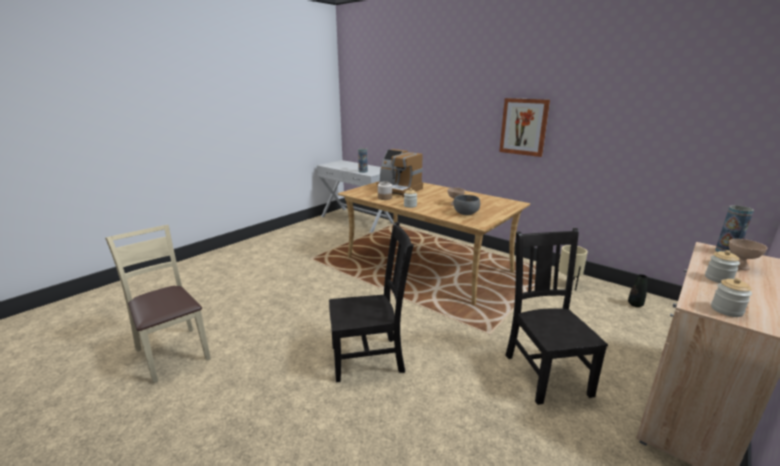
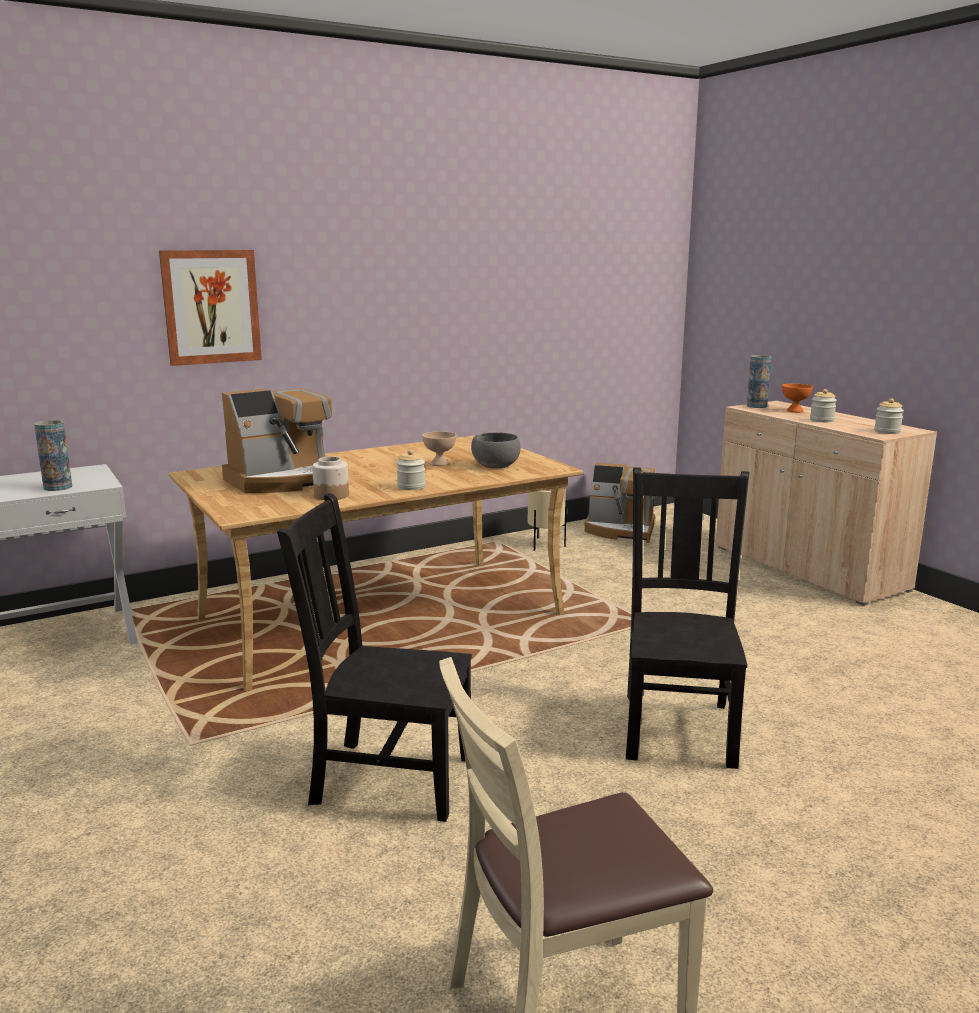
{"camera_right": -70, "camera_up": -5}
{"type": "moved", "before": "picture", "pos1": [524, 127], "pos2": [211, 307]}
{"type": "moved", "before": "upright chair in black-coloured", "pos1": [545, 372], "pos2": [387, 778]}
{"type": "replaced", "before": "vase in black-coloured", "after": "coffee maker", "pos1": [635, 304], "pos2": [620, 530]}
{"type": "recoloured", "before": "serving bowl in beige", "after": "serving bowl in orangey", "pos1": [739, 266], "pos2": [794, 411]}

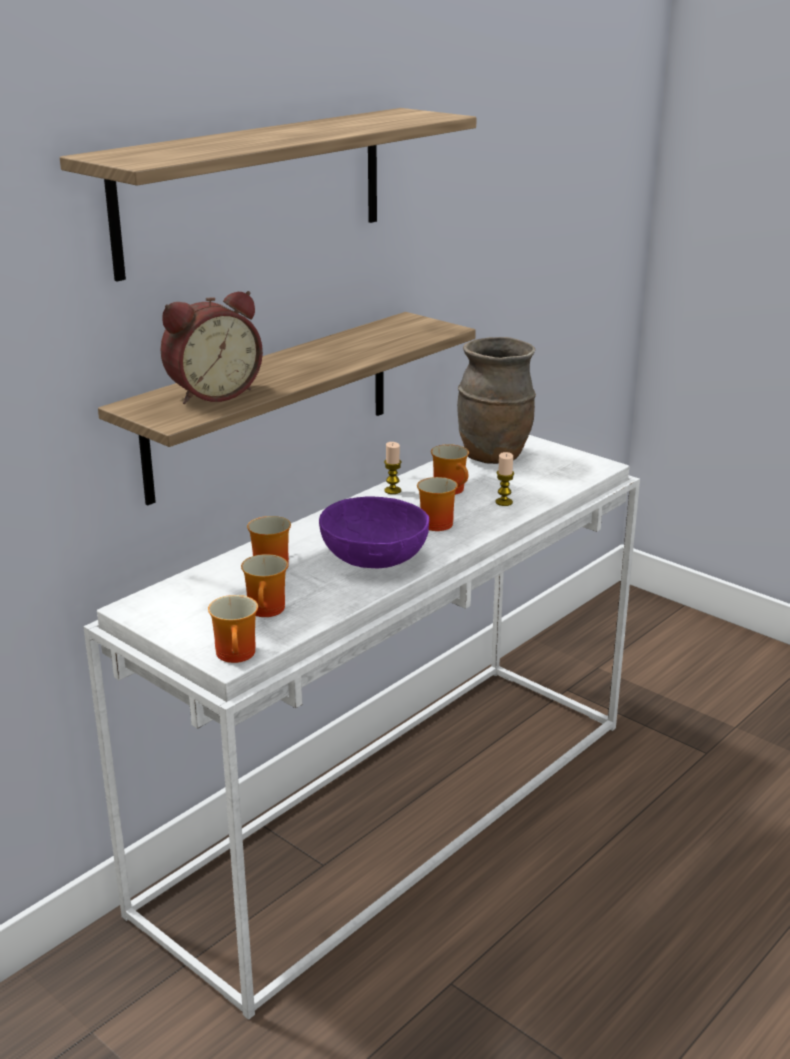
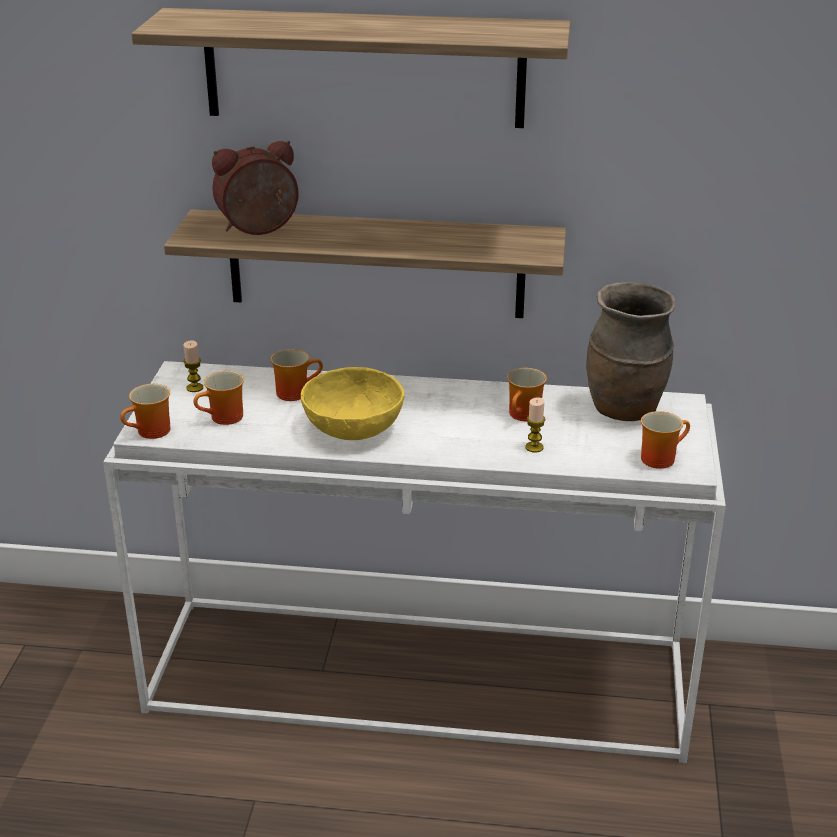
{"camera_right": 55, "camera_up": 5}
{"type": "moved", "before": "wax light", "pos1": [392, 490], "pos2": [195, 388]}
{"type": "moved", "before": "coffee mug", "pos1": [434, 522], "pos2": [659, 457]}
{"type": "recoloured", "before": "serving bowl in purplish", "after": "serving bowl in yellowish", "pos1": [374, 559], "pos2": [353, 428]}
{"type": "turned", "before": "alarm clock", "pos1": [212, 393], "pos2": [259, 230], "turn": 135}

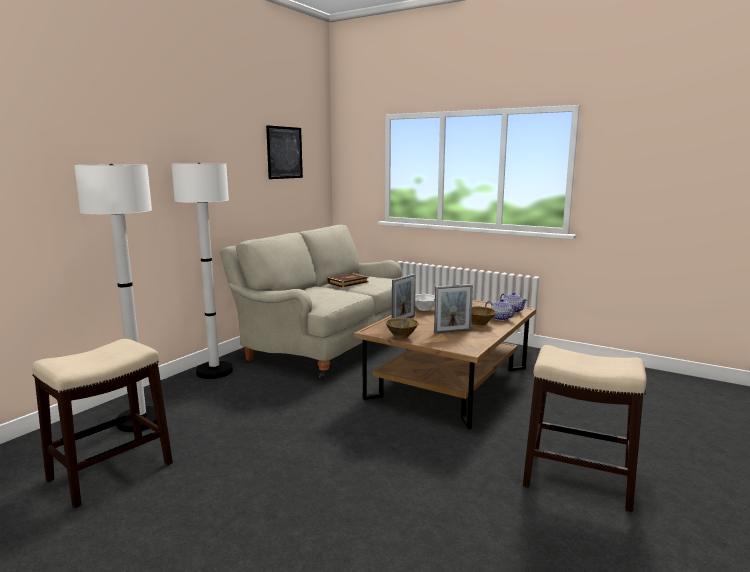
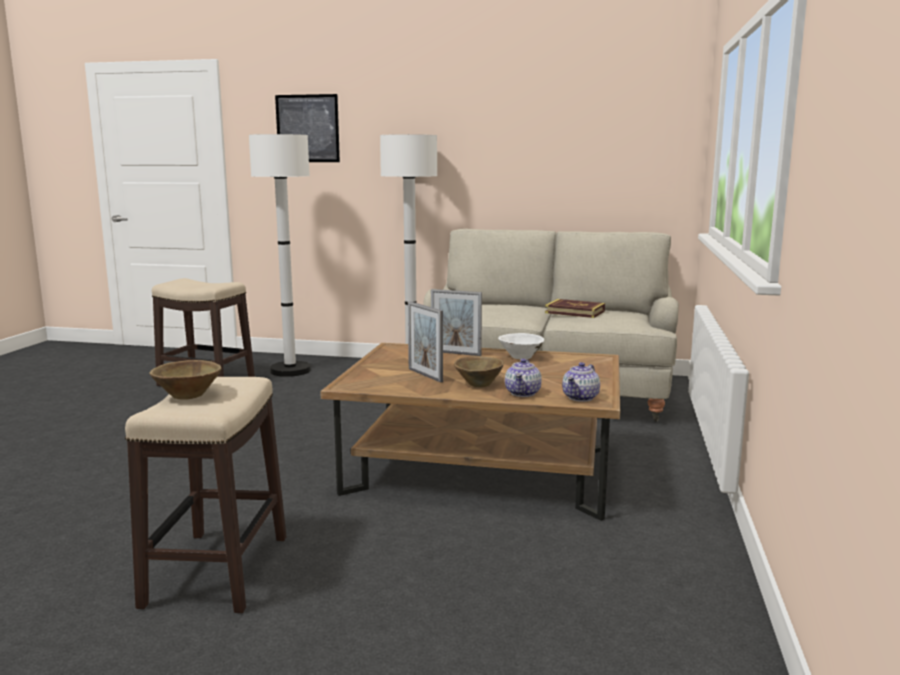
{"camera_right": 70, "camera_up": 0}
{"type": "moved", "before": "picture", "pos1": [284, 152], "pos2": [307, 128]}
{"type": "moved", "before": "serving bowl in brown-coloured", "pos1": [402, 336], "pos2": [187, 396]}

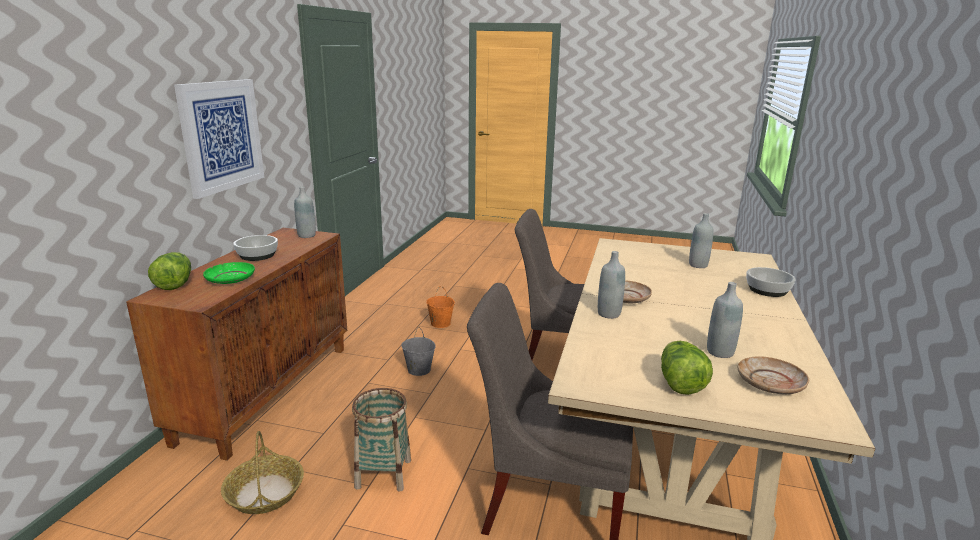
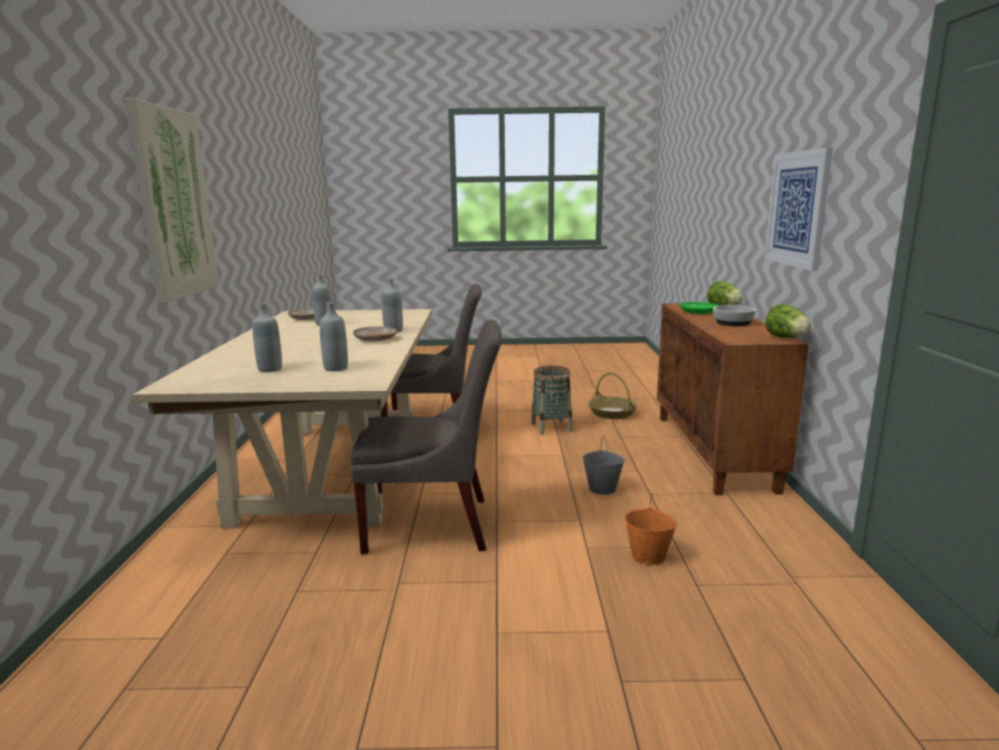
{"camera_right": 165, "camera_up": -5}
{"type": "removed", "before": "serving bowl", "pos1": [767, 290]}
{"type": "added", "after": "picture", "pos2": [174, 204]}
{"type": "moved", "before": "drink bottle in greyish", "pos1": [306, 235], "pos2": [336, 368]}
{"type": "moved", "before": "head of lettuce", "pos1": [679, 383], "pos2": [787, 338]}

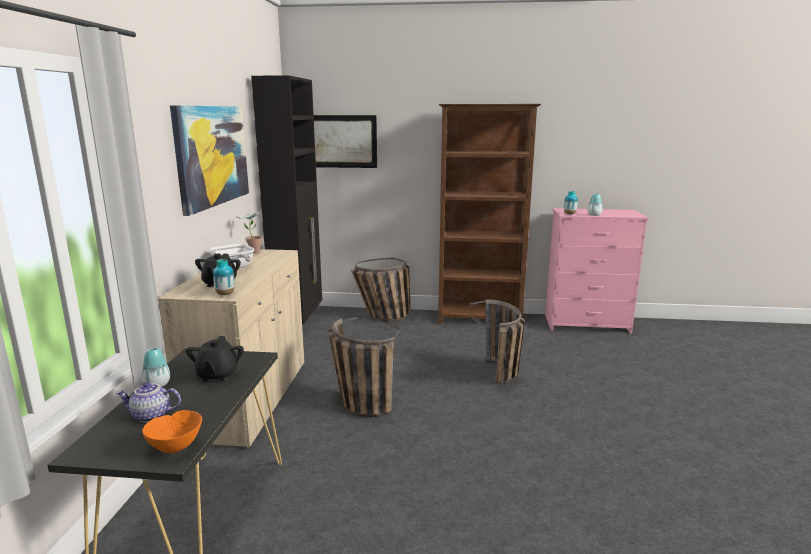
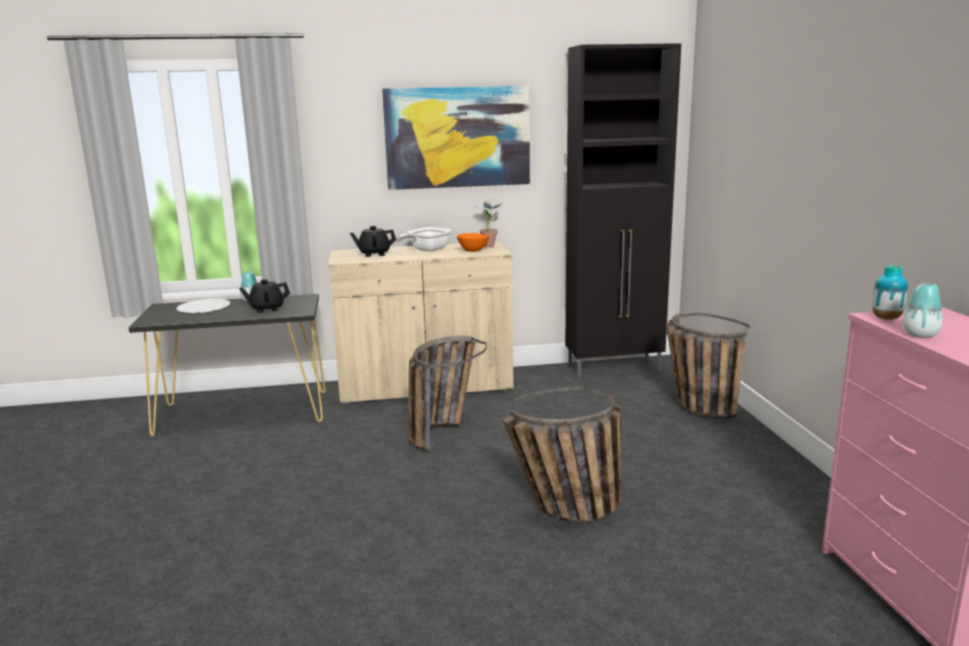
{"camera_right": 75, "camera_up": 0}
{"type": "removed", "before": "vase", "pos1": [225, 294]}
{"type": "removed", "before": "picture", "pos1": [340, 141]}
{"type": "removed", "before": "bookcase in brown-coloured", "pos1": [480, 319]}
{"type": "moved", "before": "serving bowl in orangey", "pos1": [176, 447], "pos2": [473, 251]}
{"type": "replaced", "before": "pot for tea", "after": "dinner plate in white", "pos1": [150, 416], "pos2": [203, 308]}

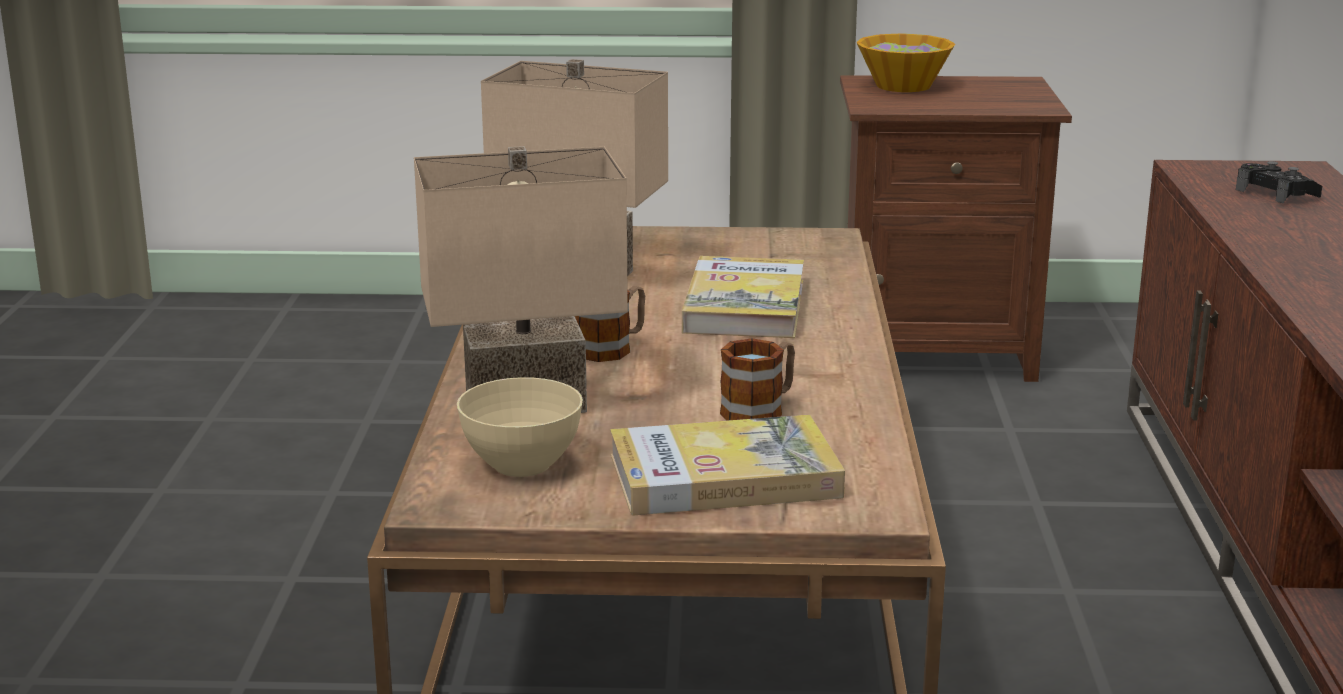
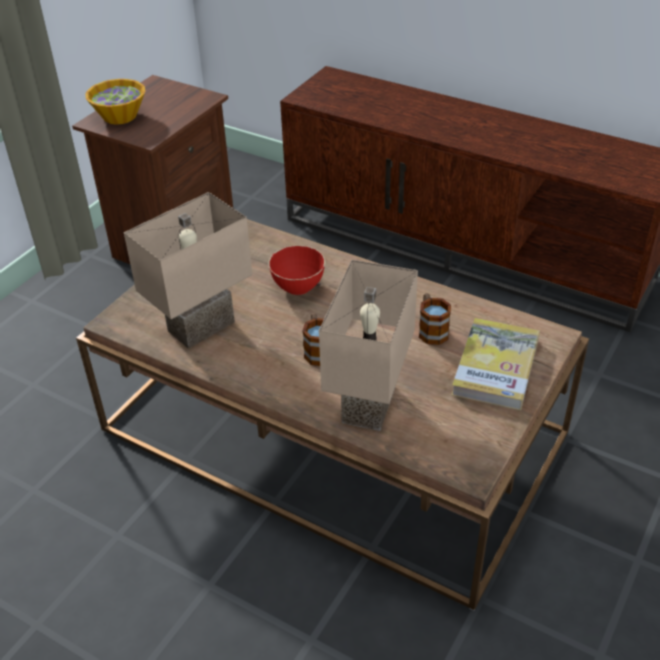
{"camera_right": -60, "camera_up": 20}
{"type": "removed", "before": "serving bowl in beige", "pos1": [522, 464]}
{"type": "removed", "before": "joypad in black-coloured", "pos1": [1275, 193]}
{"type": "replaced", "before": "book", "after": "serving bowl in red", "pos1": [744, 305], "pos2": [298, 286]}

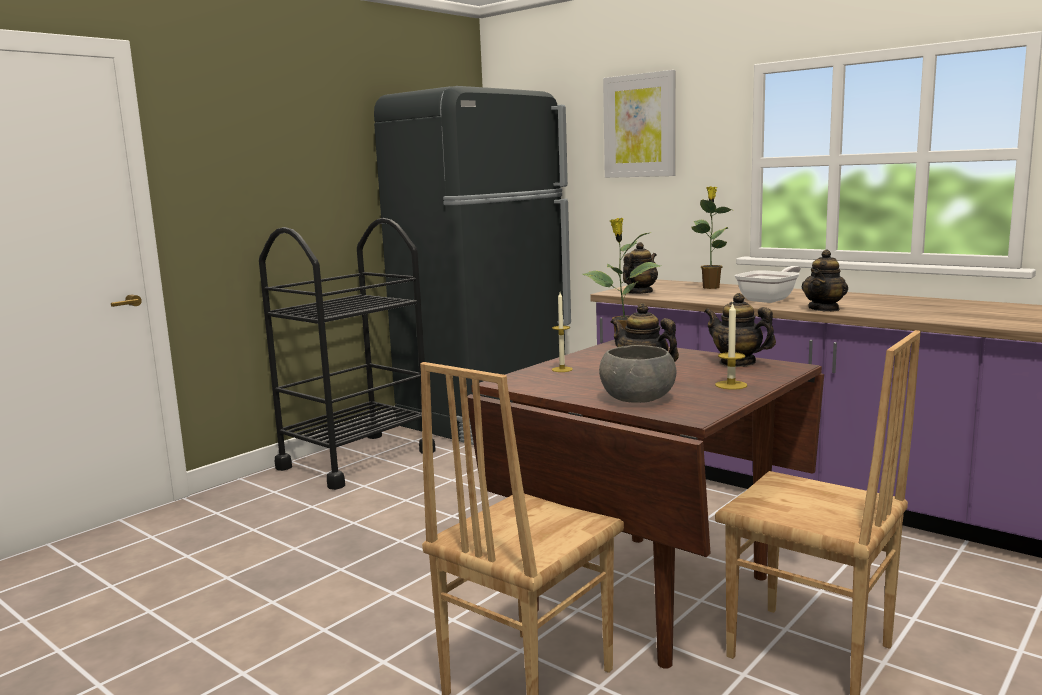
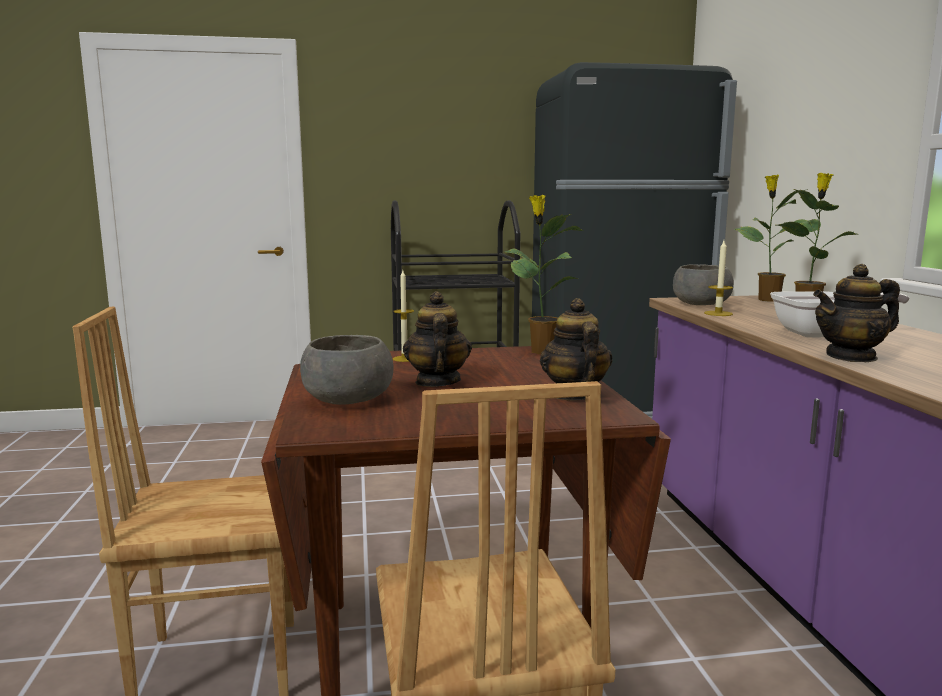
{"camera_right": 40, "camera_up": 0}
{"type": "removed", "before": "picture", "pos1": [640, 126]}
{"type": "added", "after": "plant in a pot", "pos2": [767, 300]}
{"type": "moved", "before": "wax light", "pos1": [731, 385], "pos2": [718, 313]}
{"type": "replaced", "before": "pot for tea", "after": "serving bowl in greyish", "pos1": [639, 293], "pos2": [700, 304]}

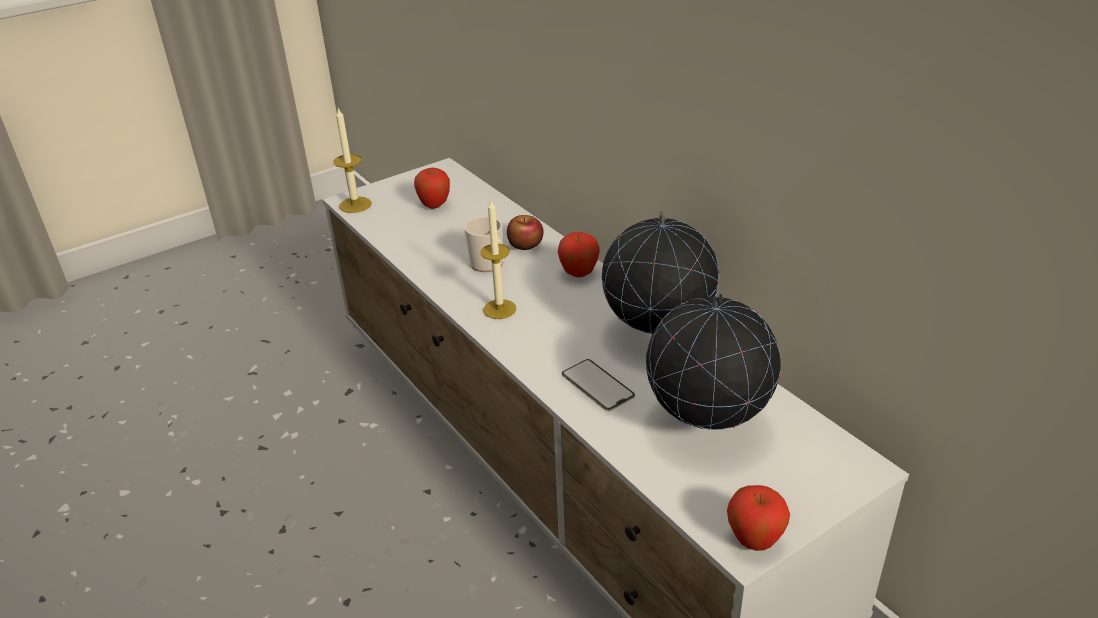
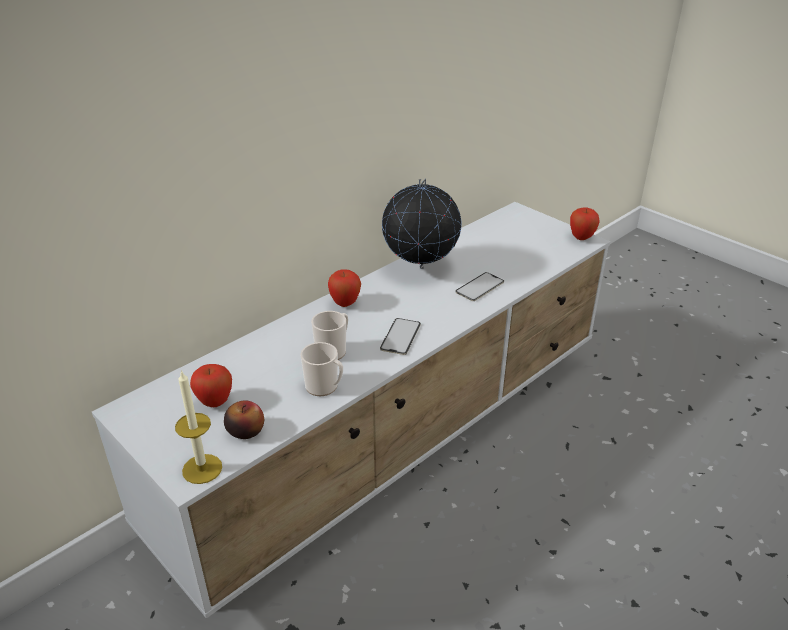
{"camera_right": -100, "camera_up": 0}
{"type": "removed", "before": "world globe", "pos1": [707, 426]}
{"type": "added", "after": "coffee mug", "pos2": [324, 387]}
{"type": "moved", "before": "apple", "pos1": [525, 244], "pos2": [246, 431]}
{"type": "replaced", "before": "wax light", "after": "phone", "pos1": [499, 309], "pos2": [400, 336]}

